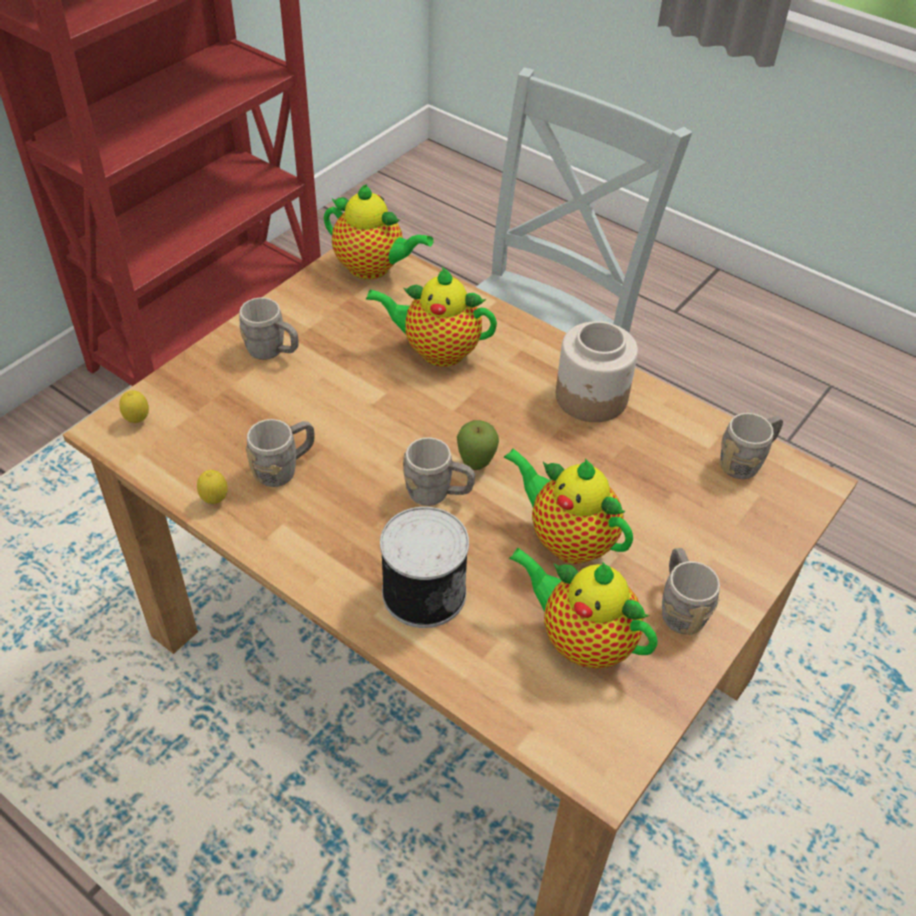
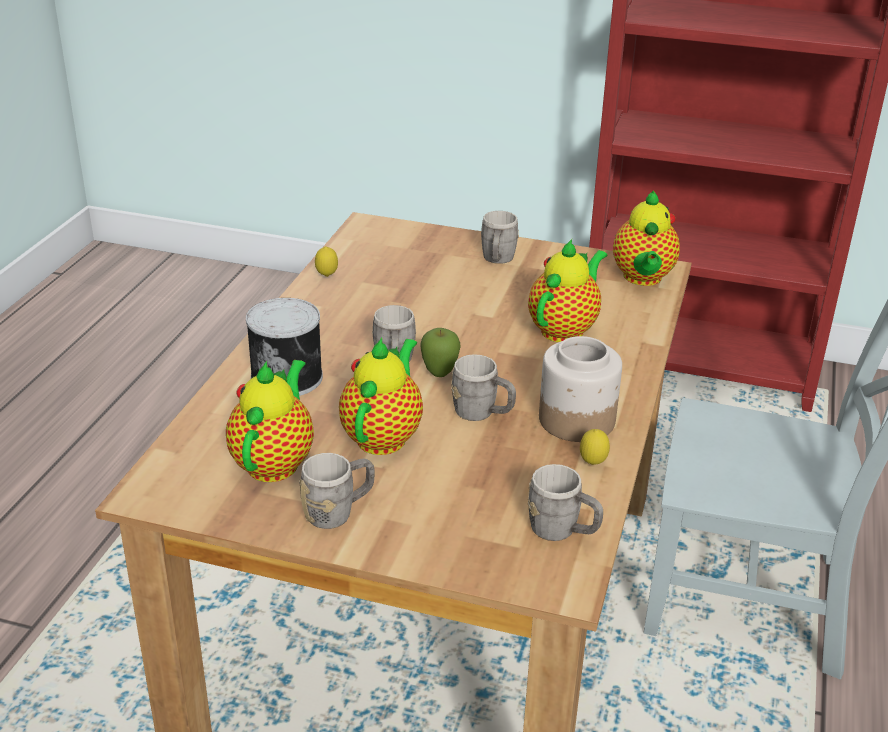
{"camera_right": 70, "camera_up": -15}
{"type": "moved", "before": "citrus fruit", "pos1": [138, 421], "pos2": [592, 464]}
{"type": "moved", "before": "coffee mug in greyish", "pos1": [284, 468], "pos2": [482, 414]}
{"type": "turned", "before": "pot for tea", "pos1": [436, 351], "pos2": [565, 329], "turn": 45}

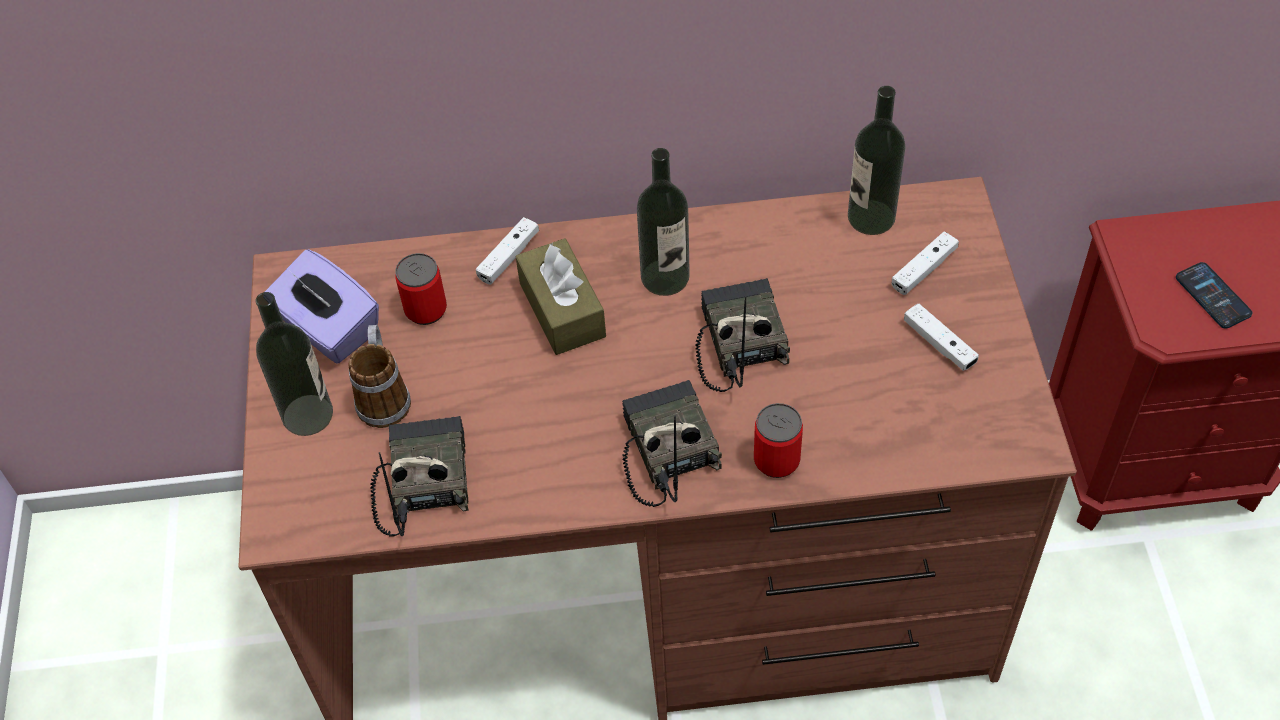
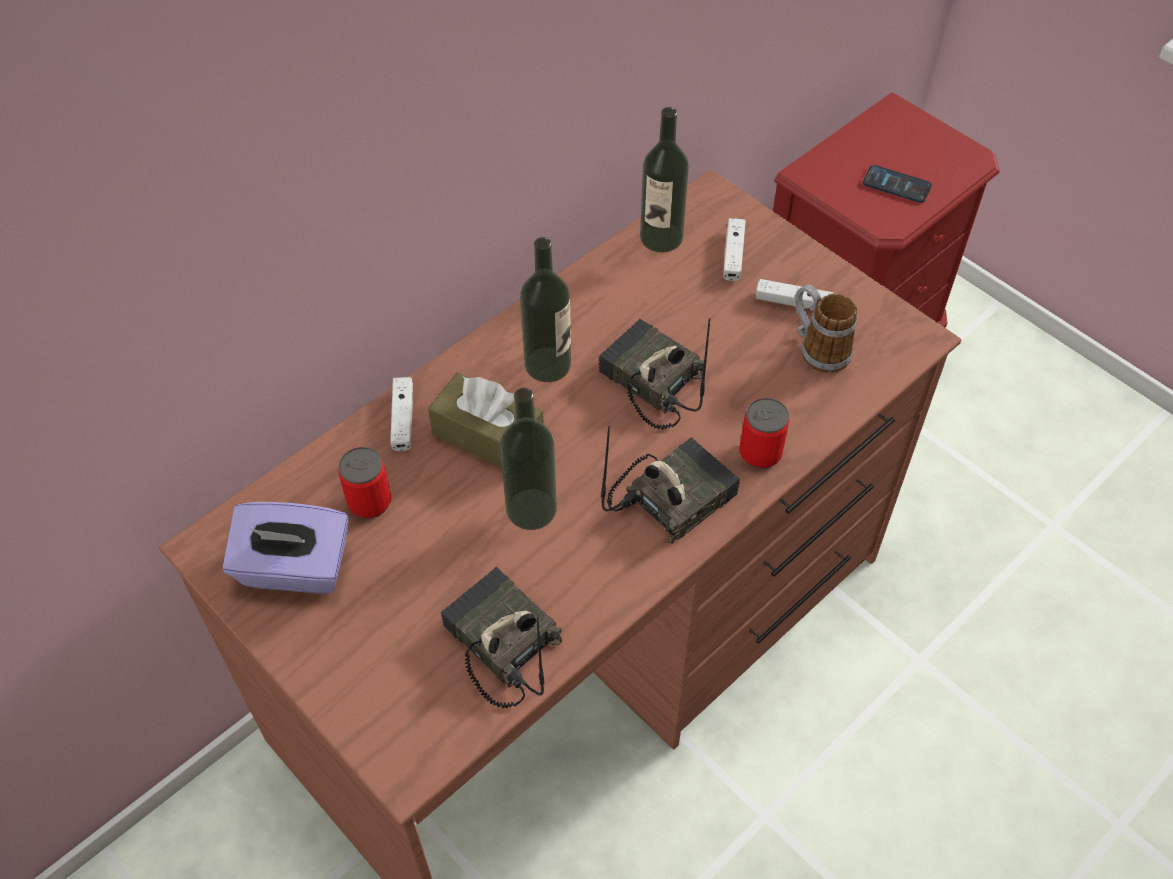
{"camera_right": -40, "camera_up": 0}
{"type": "moved", "before": "drink bottle", "pos1": [308, 415], "pos2": [531, 509]}
{"type": "moved", "before": "coffee mug", "pos1": [384, 396], "pos2": [817, 348]}
{"type": "turned", "before": "radio set", "pos1": [665, 450], "pos2": [671, 496], "turn": 105}

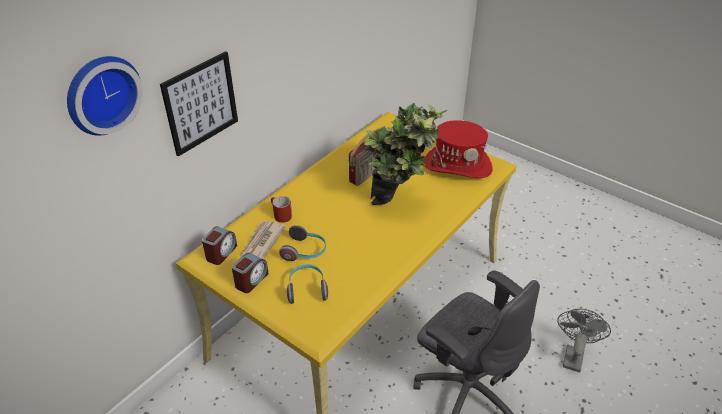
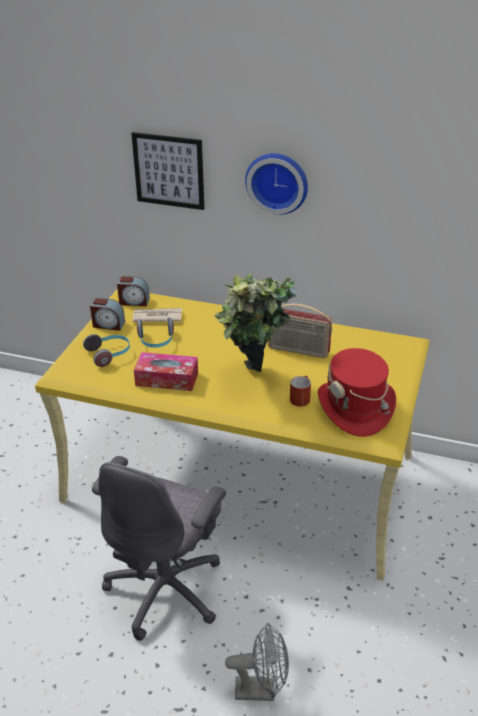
{"camera_right": 70, "camera_up": -5}
{"type": "added", "after": "tissue box", "pos2": [167, 379]}
{"type": "moved", "before": "clock on the wall", "pos1": [101, 94], "pos2": [277, 182]}
{"type": "moved", "before": "coffee mug in red", "pos1": [280, 215], "pos2": [300, 397]}

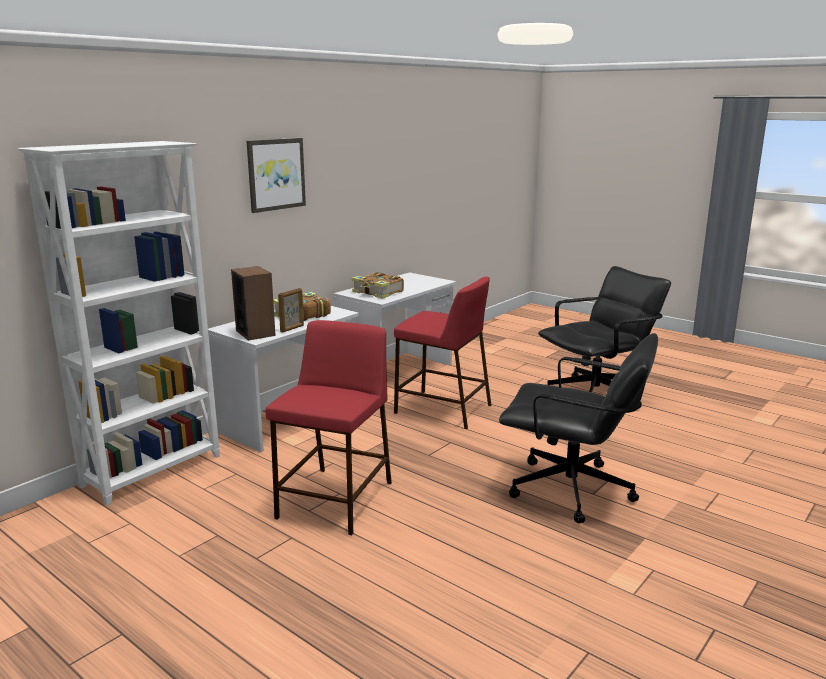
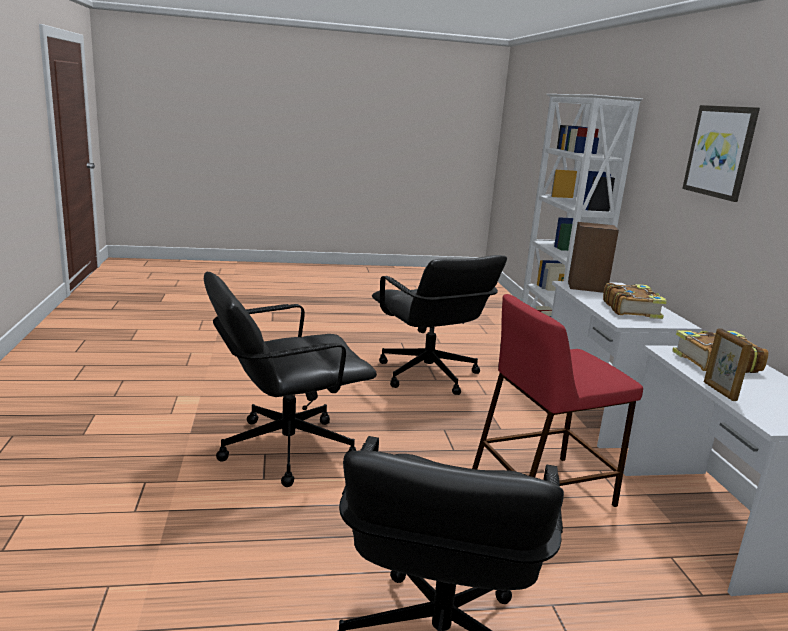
{"camera_right": 130, "camera_up": 0}
{"type": "moved", "before": "photo frame", "pos1": [292, 328], "pos2": [719, 391]}
{"type": "replaced", "before": "sitting stool in red", "after": "desk chair in black-coloured", "pos1": [335, 501], "pos2": [427, 375]}

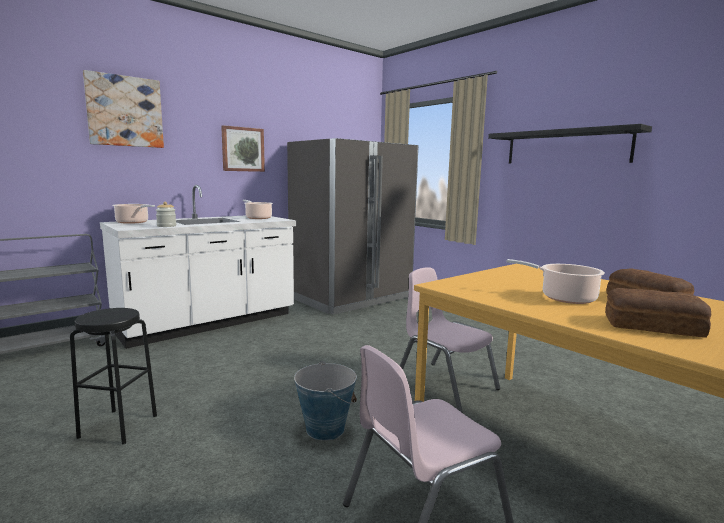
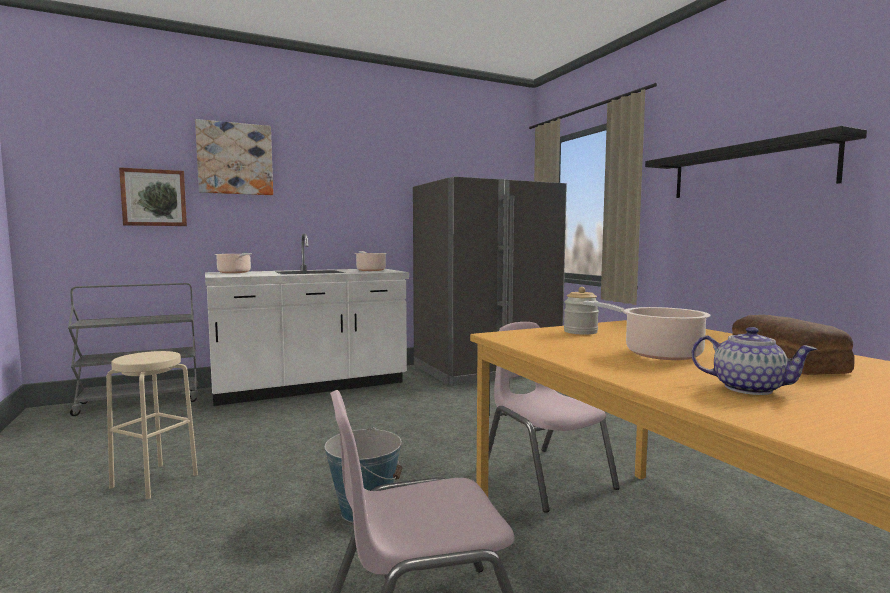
{"camera_right": 15, "camera_up": -5}
{"type": "moved", "before": "jar", "pos1": [166, 226], "pos2": [580, 332]}
{"type": "moved", "before": "picture", "pos1": [242, 149], "pos2": [154, 198]}
{"type": "replaced", "before": "bread", "after": "pot for tea", "pos1": [650, 326], "pos2": [747, 388]}
{"type": "recoloured", "before": "sitting stool in black-coloured", "after": "sitting stool in beige", "pos1": [118, 426], "pos2": [154, 480]}

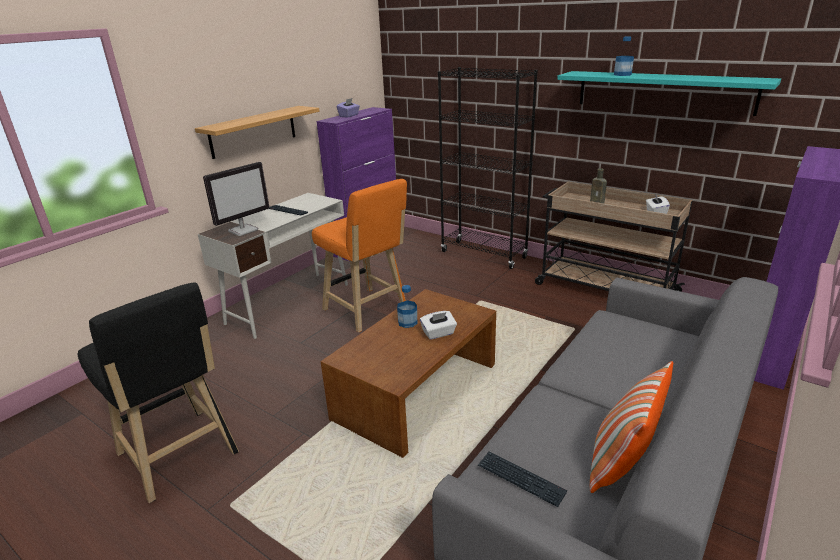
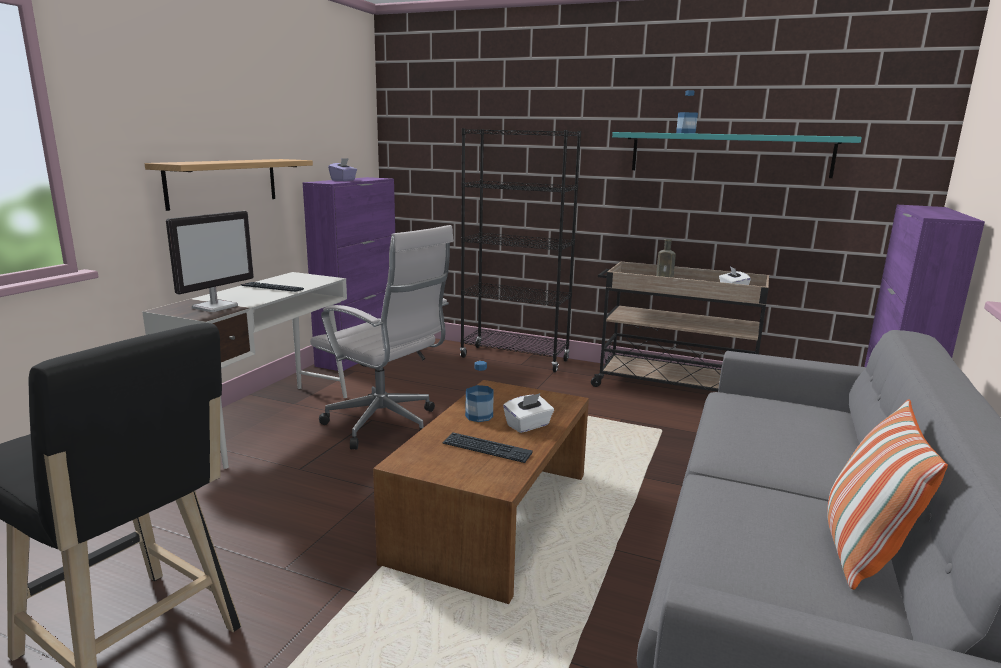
{"camera_right": -15, "camera_up": -10}
{"type": "moved", "before": "keyboard", "pos1": [520, 479], "pos2": [486, 449]}
{"type": "replaced", "before": "sitting stool in orangey", "after": "desk chair in white", "pos1": [367, 311], "pos2": [386, 426]}

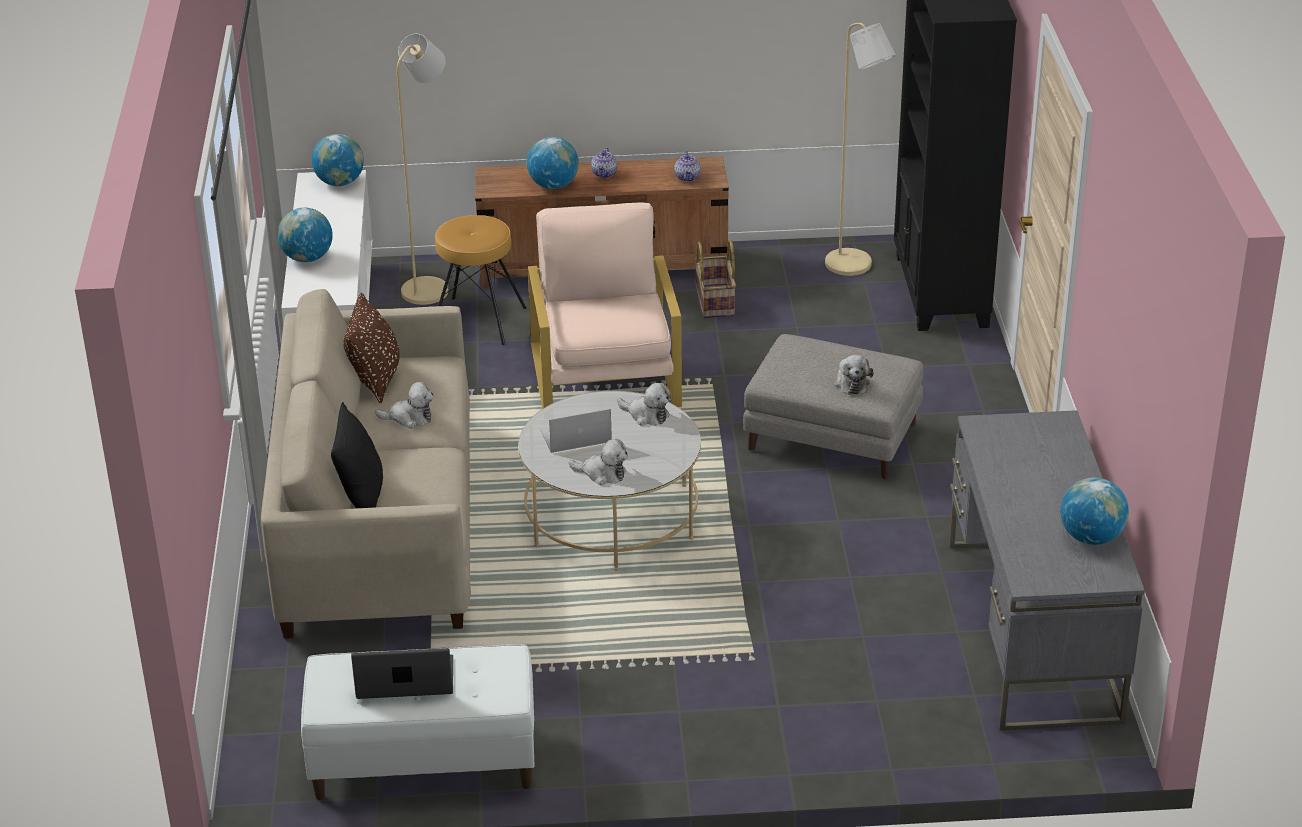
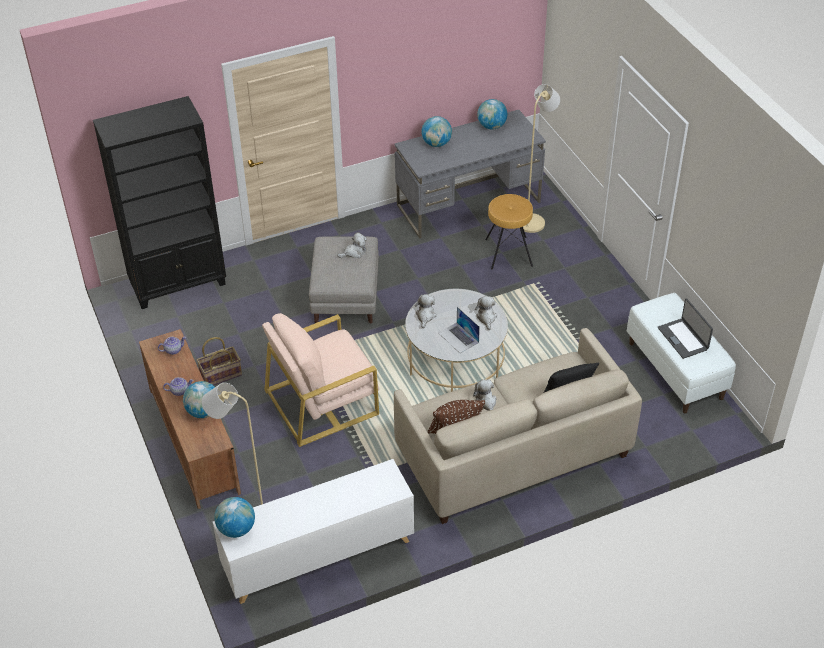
{"camera_right": -110, "camera_up": 10}
{"type": "moved", "before": "world globe", "pos1": [307, 258], "pos2": [436, 144]}
{"type": "moved", "before": "sitting stool in brown-coloured", "pos1": [478, 320], "pos2": [508, 252]}
{"type": "moved", "before": "standard lamp in beige", "pos1": [854, 267], "pos2": [534, 220]}

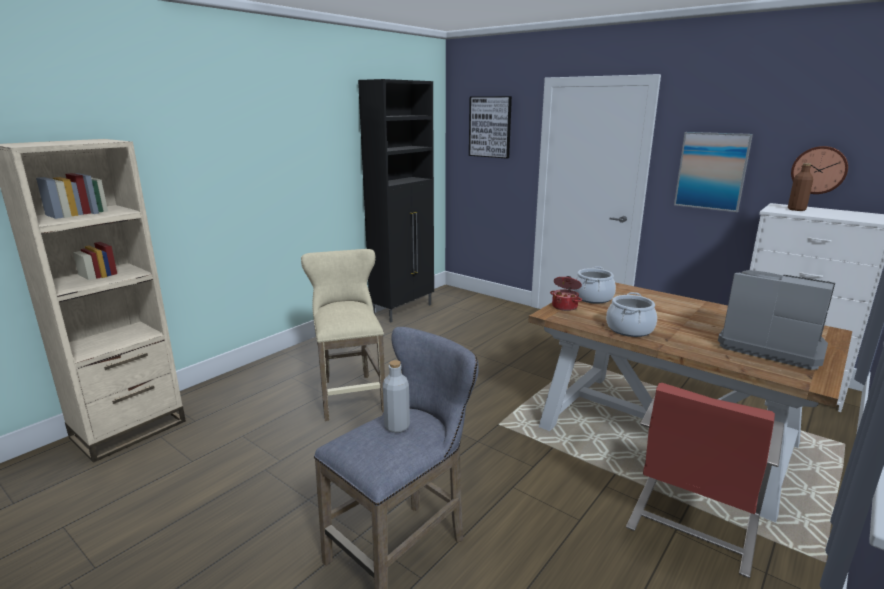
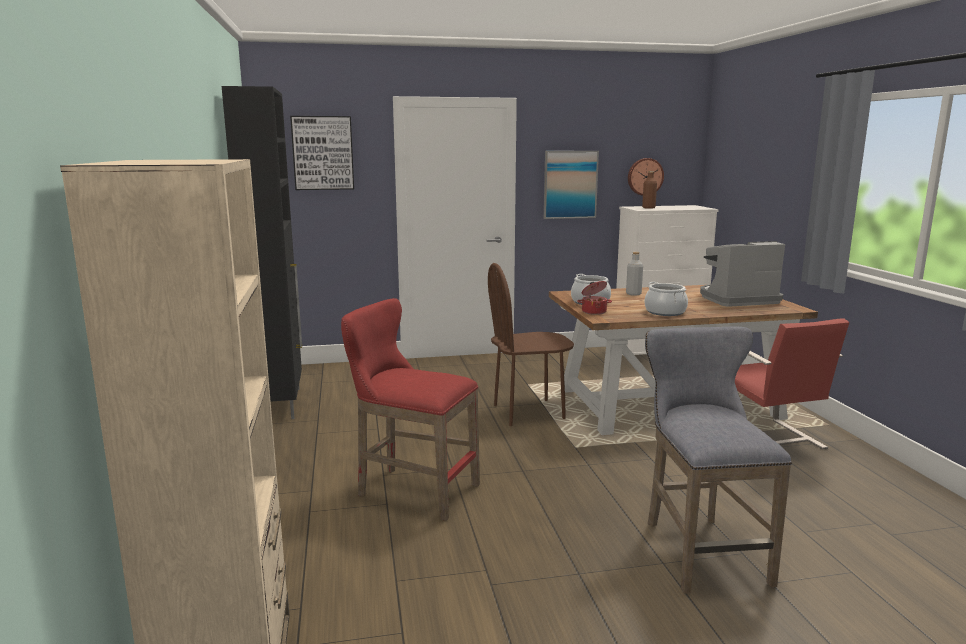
{"camera_right": -50, "camera_up": -5}
{"type": "added", "after": "upright chair in brown-coloured", "pos2": [528, 412]}
{"type": "moved", "before": "drink bottle in greyish", "pos1": [397, 426], "pos2": [633, 294]}
{"type": "recoloured", "before": "sitting stool in beige", "after": "sitting stool in red", "pos1": [350, 393], "pos2": [411, 490]}

